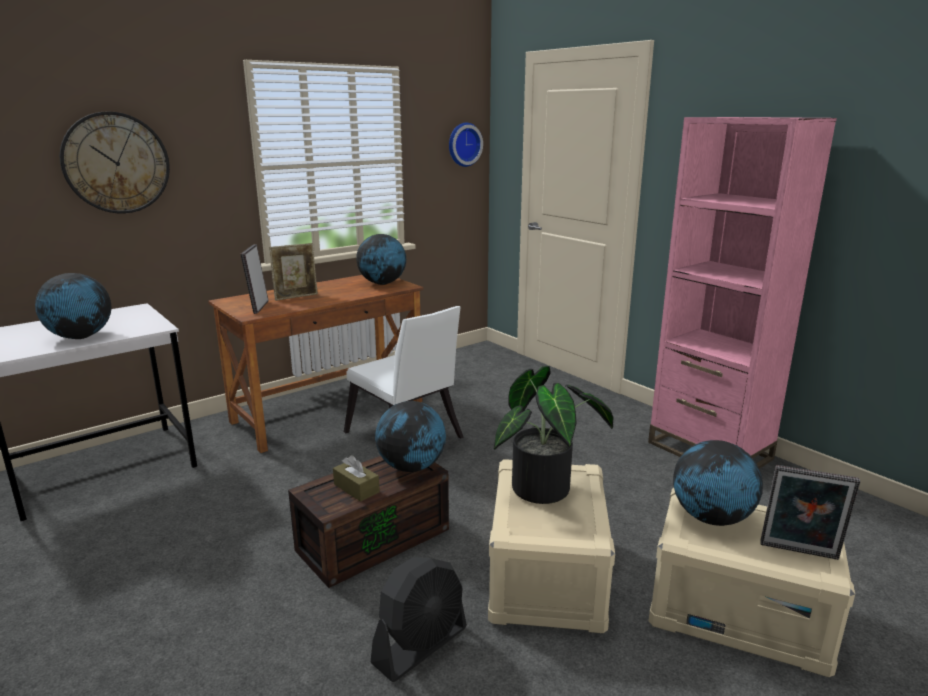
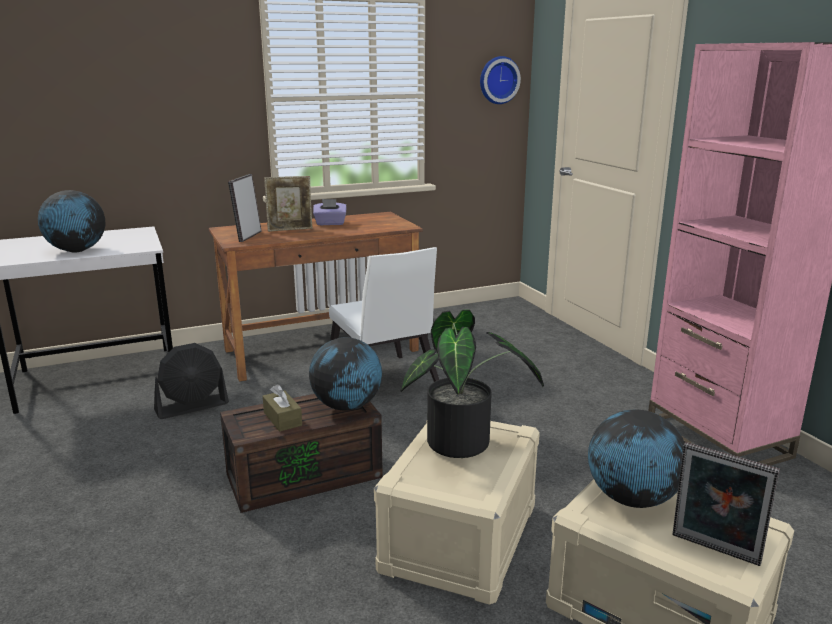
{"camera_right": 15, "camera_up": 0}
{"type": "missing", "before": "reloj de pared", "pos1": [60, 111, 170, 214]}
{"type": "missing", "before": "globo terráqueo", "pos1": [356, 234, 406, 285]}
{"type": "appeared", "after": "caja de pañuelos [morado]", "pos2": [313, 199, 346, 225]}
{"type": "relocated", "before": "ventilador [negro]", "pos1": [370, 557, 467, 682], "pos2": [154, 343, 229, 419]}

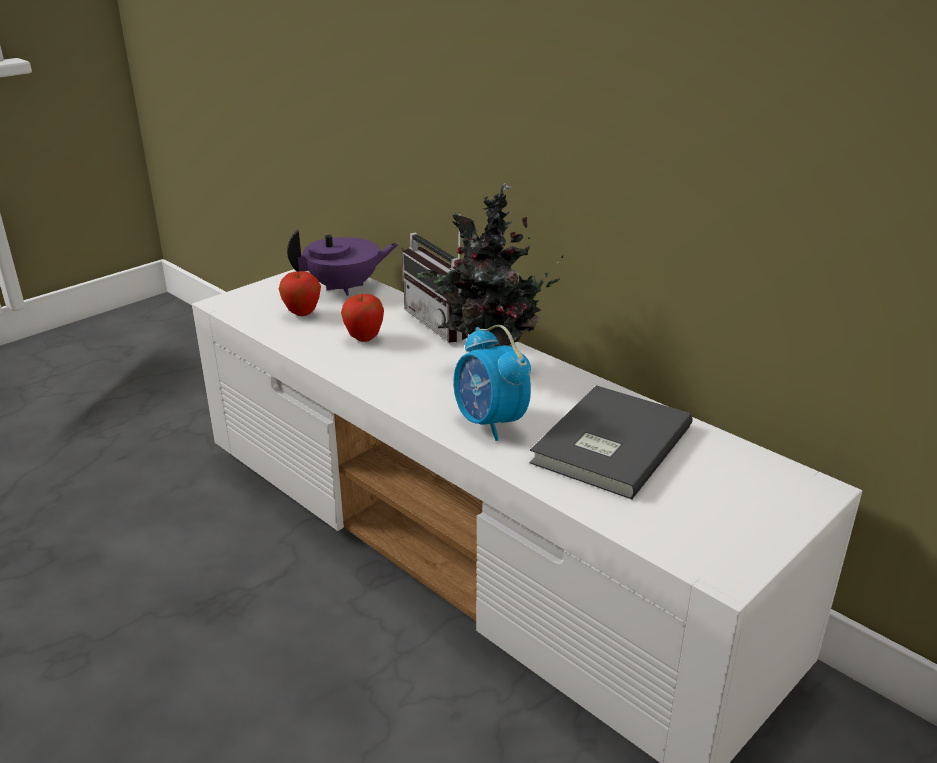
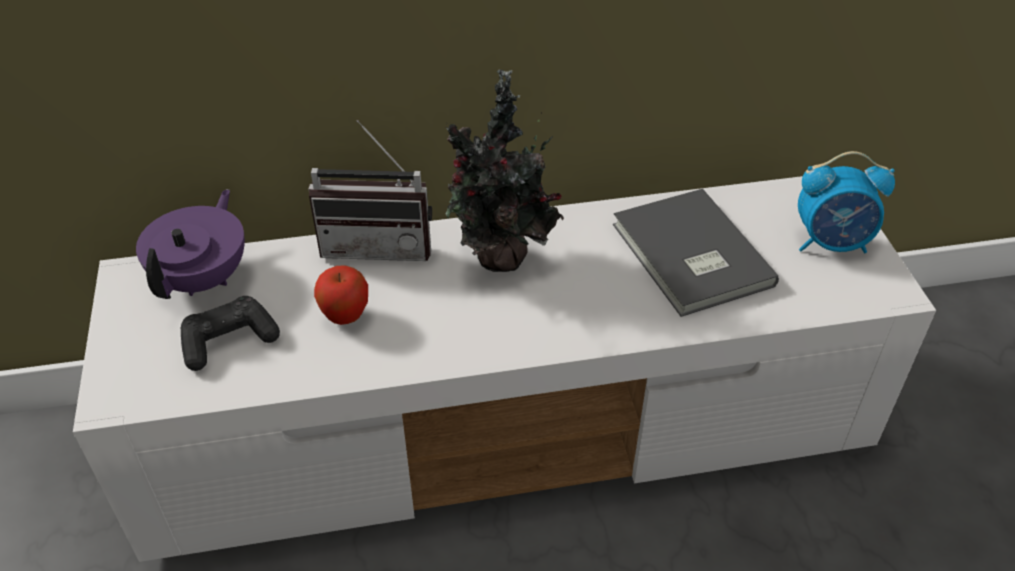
{"camera_right": -55, "camera_up": 15}
{"type": "relocated", "before": "despertador", "pos1": [454, 325, 531, 441], "pos2": [798, 151, 895, 253]}
{"type": "exchanged", "before": "manzana", "after": "mando de consola [negro]", "pos1": [279, 271, 321, 316], "pos2": [181, 296, 280, 371]}

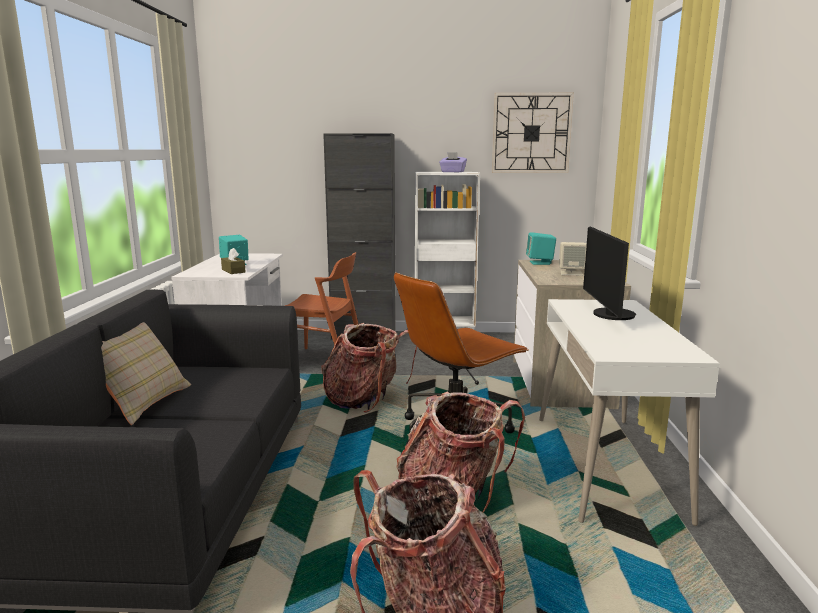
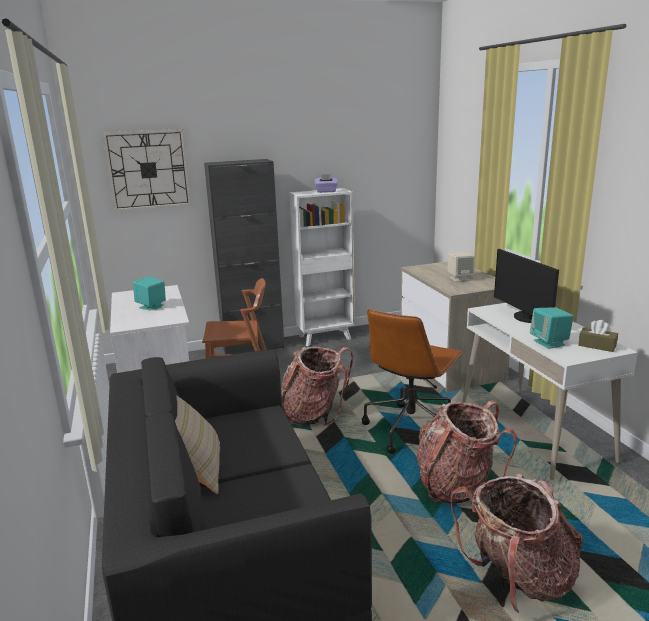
{"camera_right": -20, "camera_up": 5}
{"type": "relocated", "before": "caja de pañuelos [marrón]", "pos1": [221, 248, 245, 274], "pos2": [578, 319, 618, 352]}
{"type": "relocated", "before": "reloj de pared", "pos1": [492, 93, 574, 173], "pos2": [103, 129, 191, 212]}
{"type": "relocated", "before": "altavoz [turquesa]", "pos1": [526, 232, 556, 265], "pos2": [530, 307, 574, 349]}

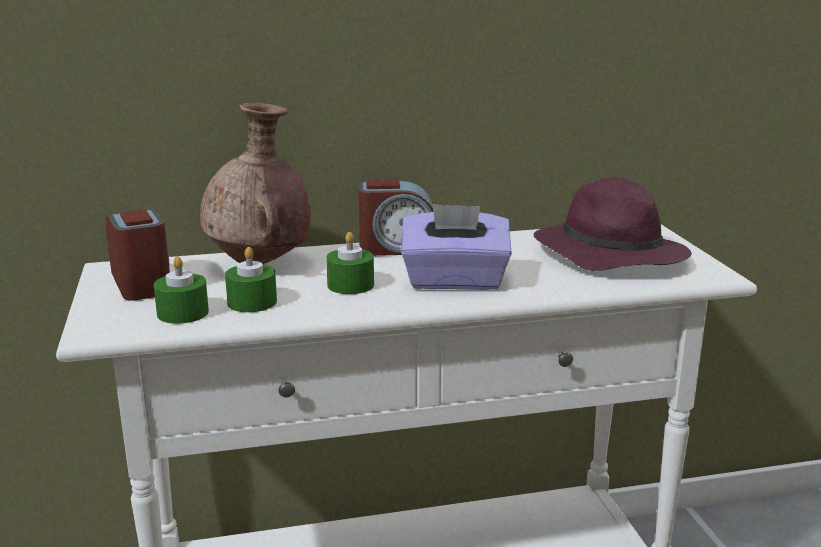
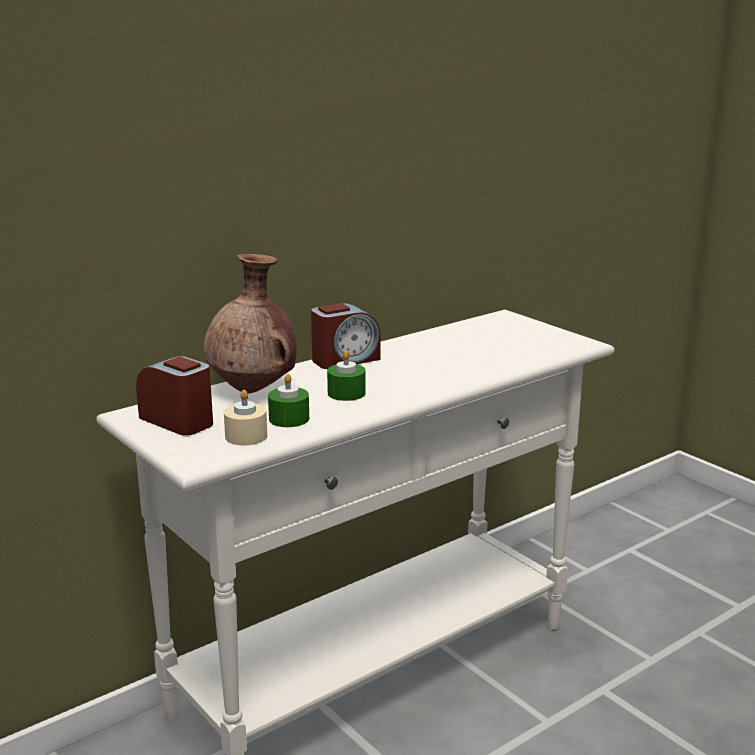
{"camera_right": -25, "camera_up": 0}
{"type": "missing", "before": "caja de pañuelos [morado]", "pos1": [401, 204, 512, 290]}
{"type": "missing", "before": "sombrero [morado]", "pos1": [534, 177, 692, 271]}
{"type": "colour", "before": "vela [verde]", "after": "vela [beis]", "pos1": [154, 256, 209, 324], "pos2": [224, 390, 267, 445]}

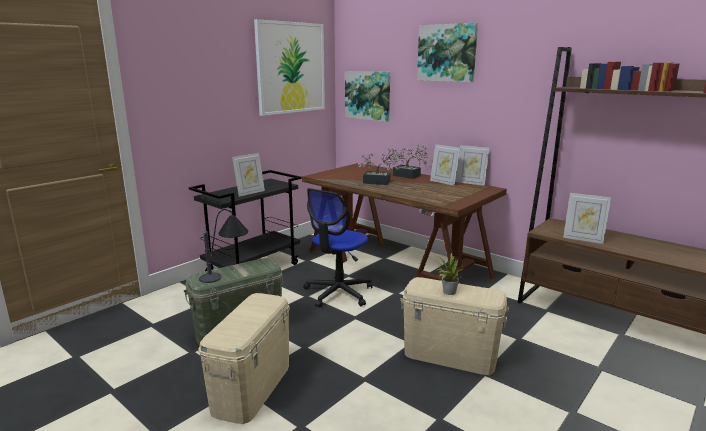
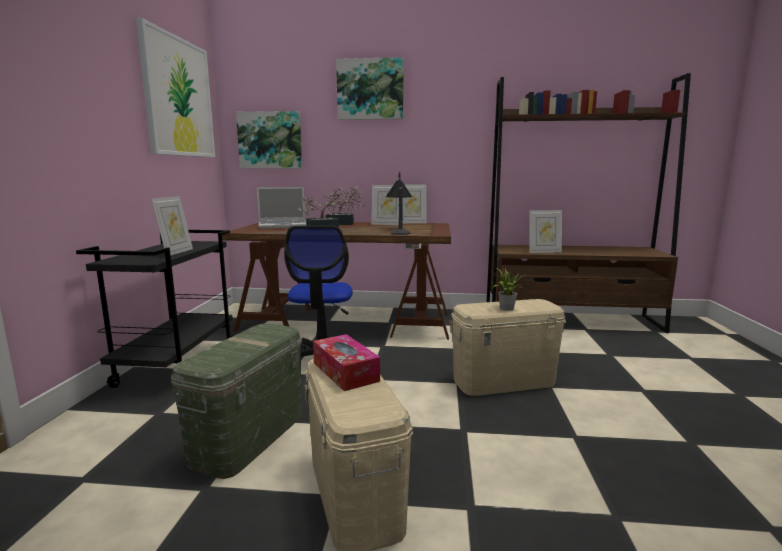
{"camera_right": -35, "camera_up": -5}
{"type": "appeared", "after": "portátil", "pos2": [257, 187, 306, 229]}
{"type": "appeared", "after": "caja de pañuelos", "pos2": [313, 334, 380, 391]}
{"type": "relocated", "before": "lámpara de mesa", "pos1": [199, 209, 248, 283], "pos2": [386, 172, 412, 235]}

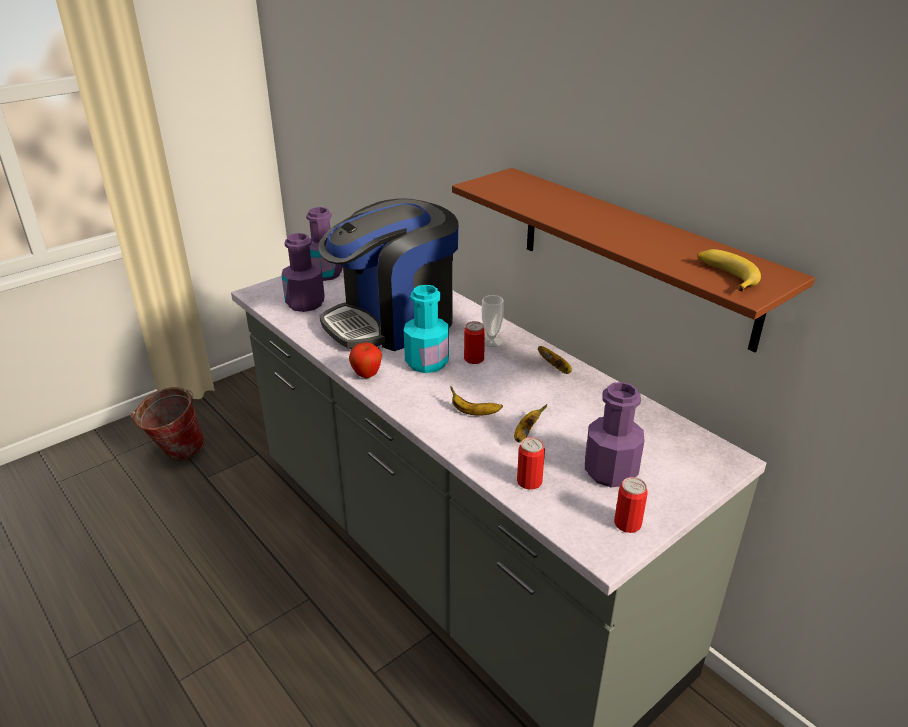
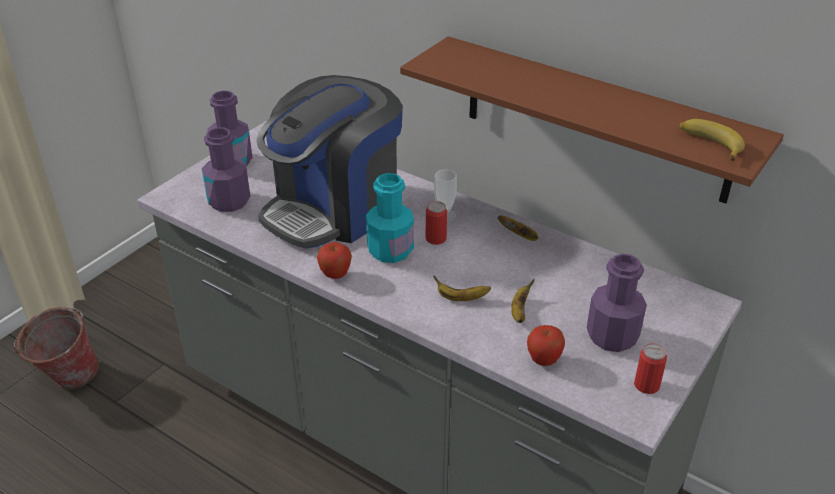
{"camera_right": -15, "camera_up": 5}
{"type": "exchanged", "before": "lata", "after": "manzana", "pos1": [517, 437, 545, 490], "pos2": [527, 325, 565, 366]}

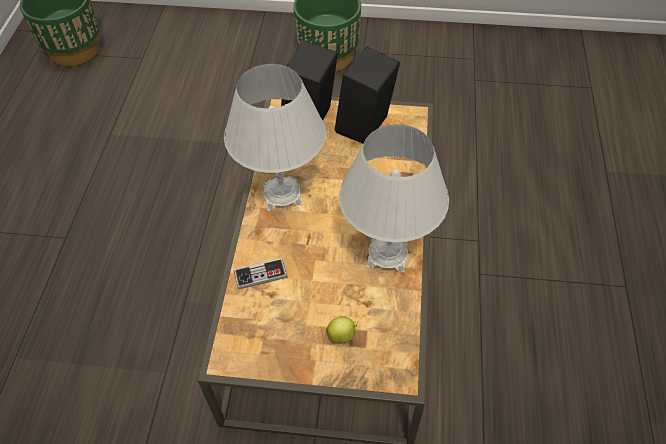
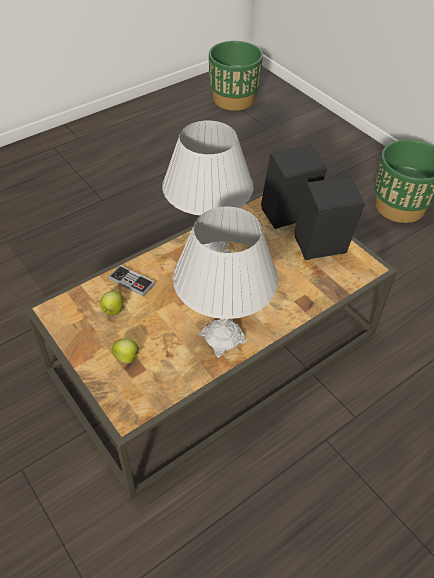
{"camera_right": 45, "camera_up": -5}
{"type": "appeared", "after": "manzana", "pos2": [100, 290, 123, 315]}

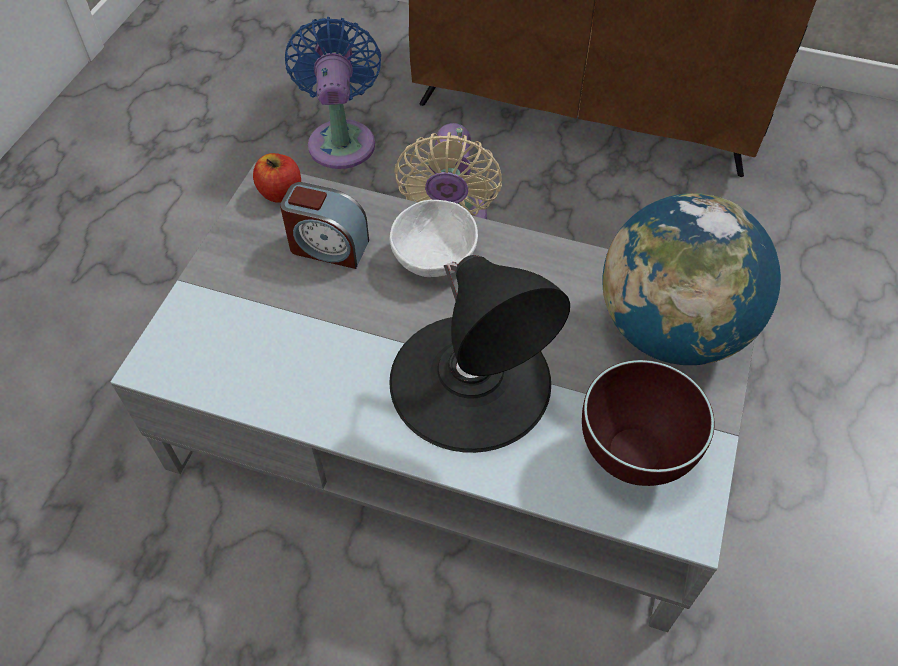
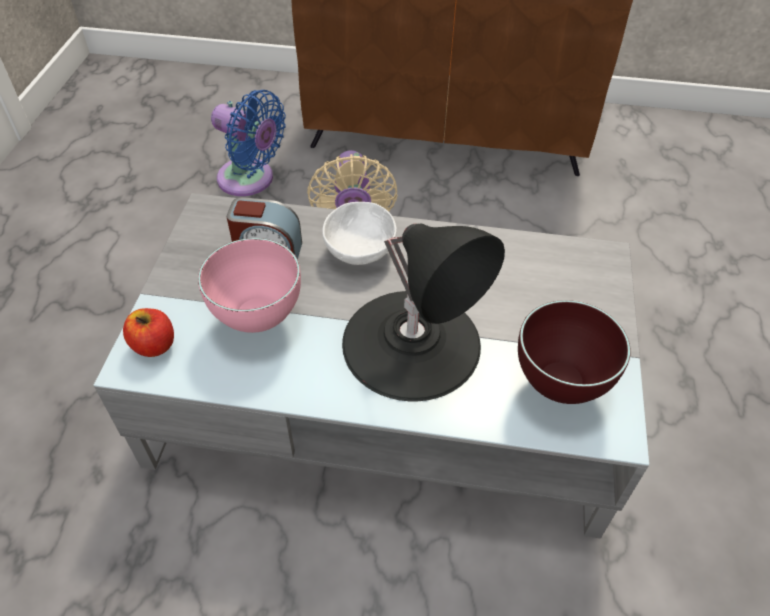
{"camera_right": -10, "camera_up": -5}
{"type": "missing", "before": "globo terráqueo", "pos1": [603, 193, 781, 365]}
{"type": "appeared", "after": "cuenco [rosa]", "pos2": [198, 238, 301, 333]}
{"type": "relocated", "before": "manzana", "pos1": [253, 153, 301, 203], "pos2": [123, 308, 174, 357]}
{"type": "spun", "before": "ventilador [azul]", "pos1": [285, 17, 381, 169], "pos2": [211, 90, 286, 196], "turn": 135}

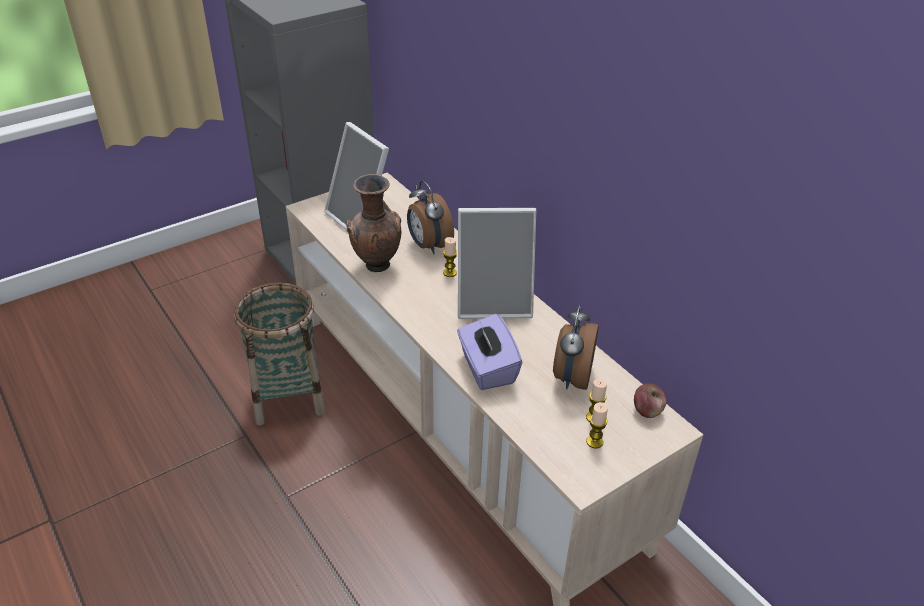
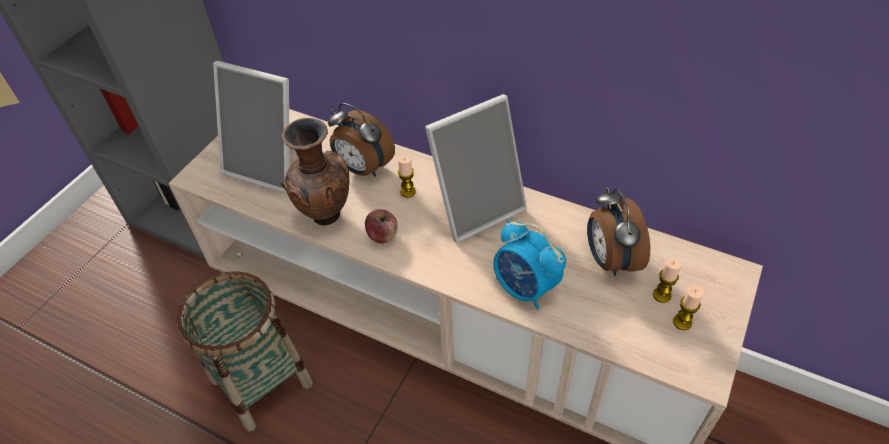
{"camera_right": -25, "camera_up": 10}
{"type": "relocated", "before": "manzana", "pos1": [634, 383, 667, 418], "pos2": [365, 209, 398, 243]}
{"type": "exchanged", "before": "caja de pañuelos [morado]", "after": "despertador", "pos1": [457, 314, 523, 390], "pos2": [493, 220, 566, 310]}

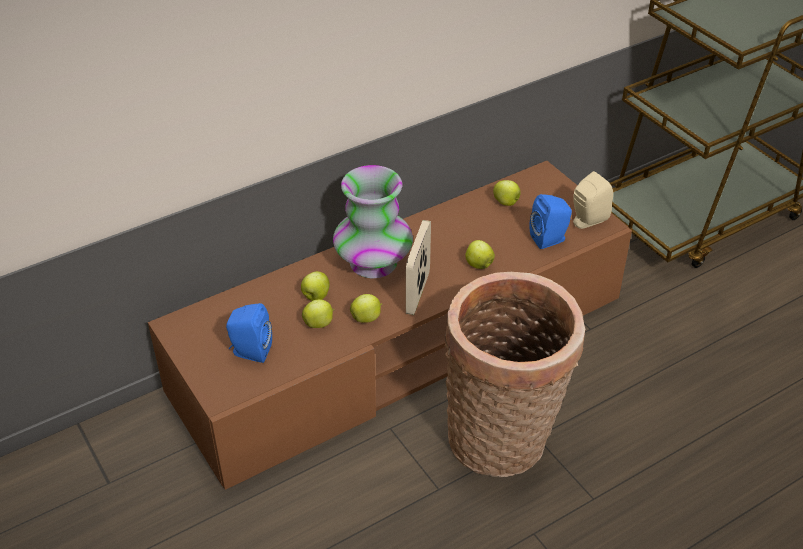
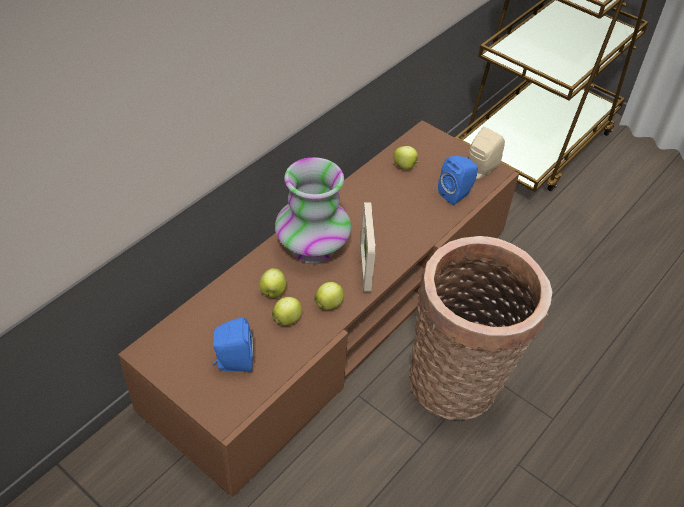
{"camera_right": -20, "camera_up": 5}
{"type": "missing", "before": "manzana", "pos1": [465, 240, 495, 269]}

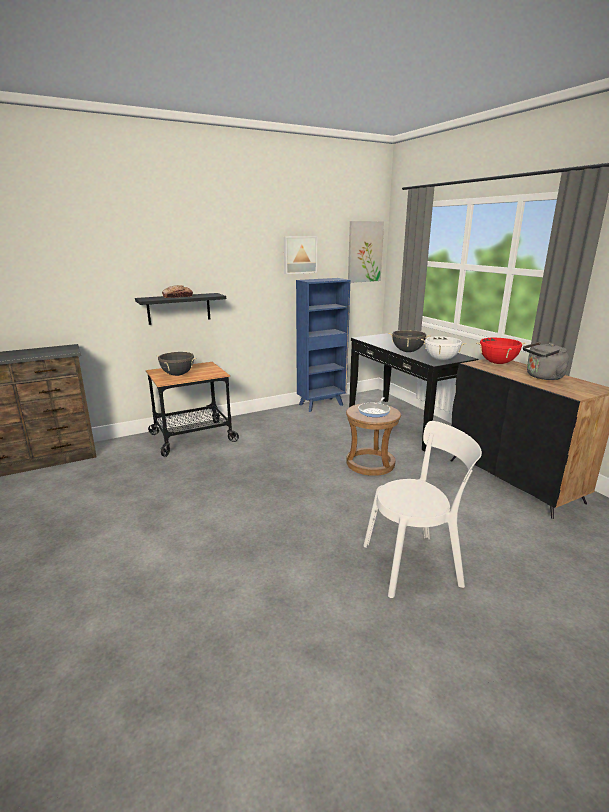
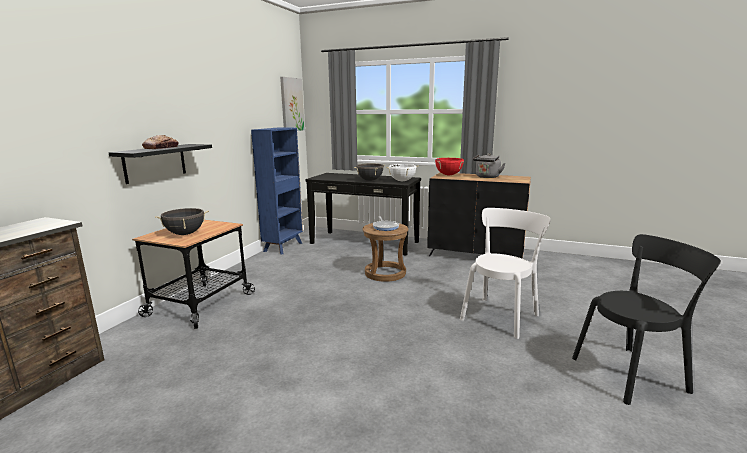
{"camera_right": -40, "camera_up": -5}
{"type": "missing", "before": "cuadro", "pos1": [284, 236, 317, 274]}
{"type": "appeared", "after": "silla [negro]", "pos2": [572, 234, 721, 405]}

